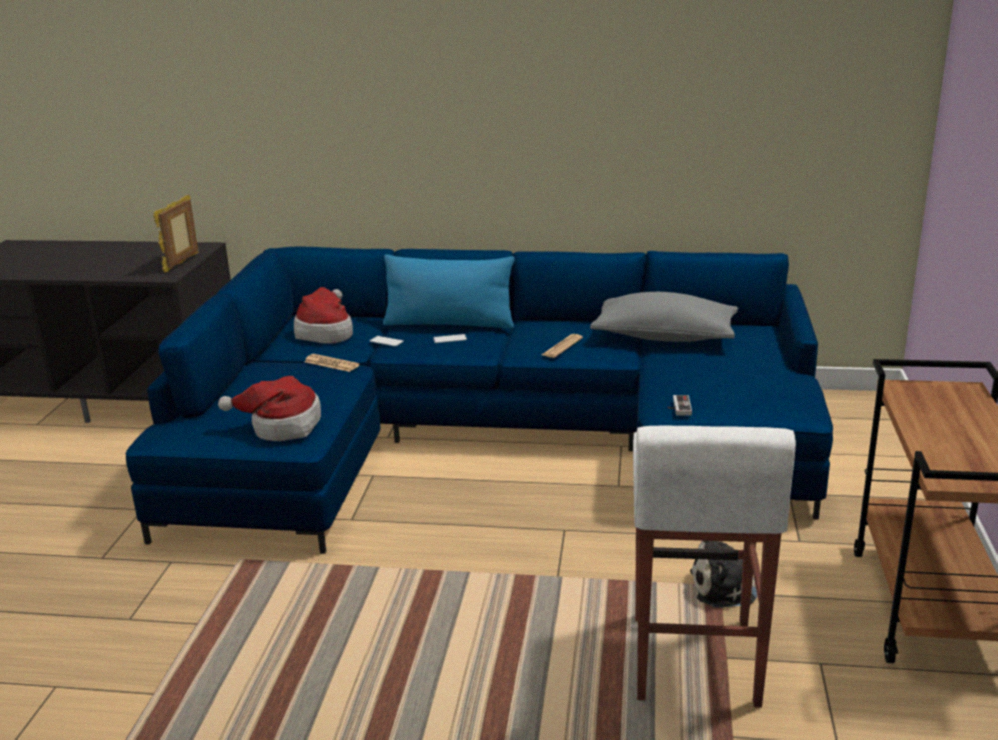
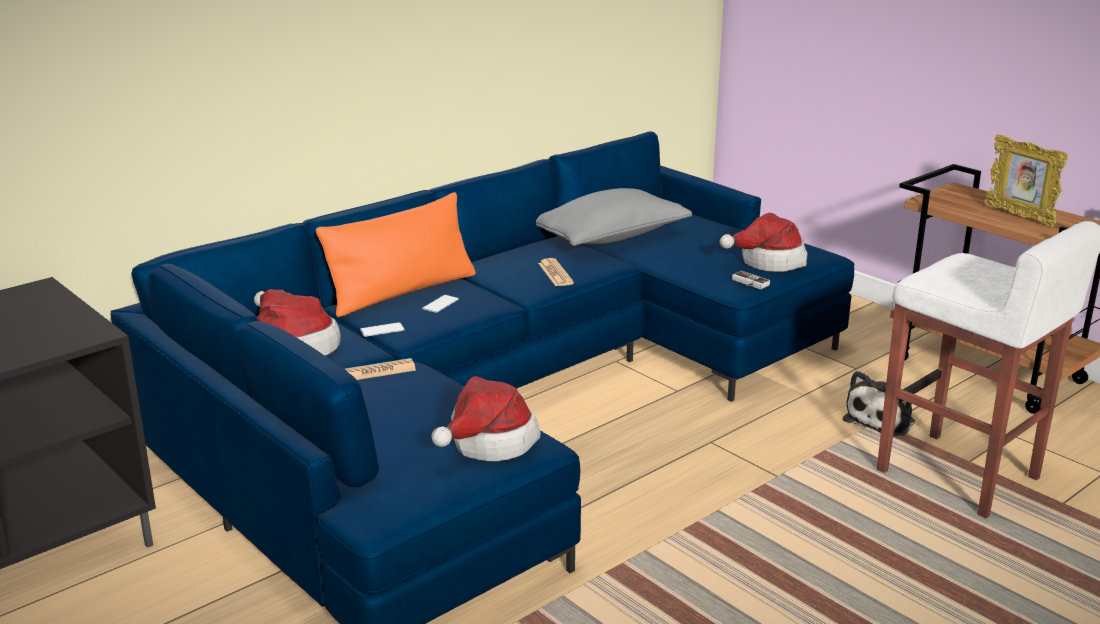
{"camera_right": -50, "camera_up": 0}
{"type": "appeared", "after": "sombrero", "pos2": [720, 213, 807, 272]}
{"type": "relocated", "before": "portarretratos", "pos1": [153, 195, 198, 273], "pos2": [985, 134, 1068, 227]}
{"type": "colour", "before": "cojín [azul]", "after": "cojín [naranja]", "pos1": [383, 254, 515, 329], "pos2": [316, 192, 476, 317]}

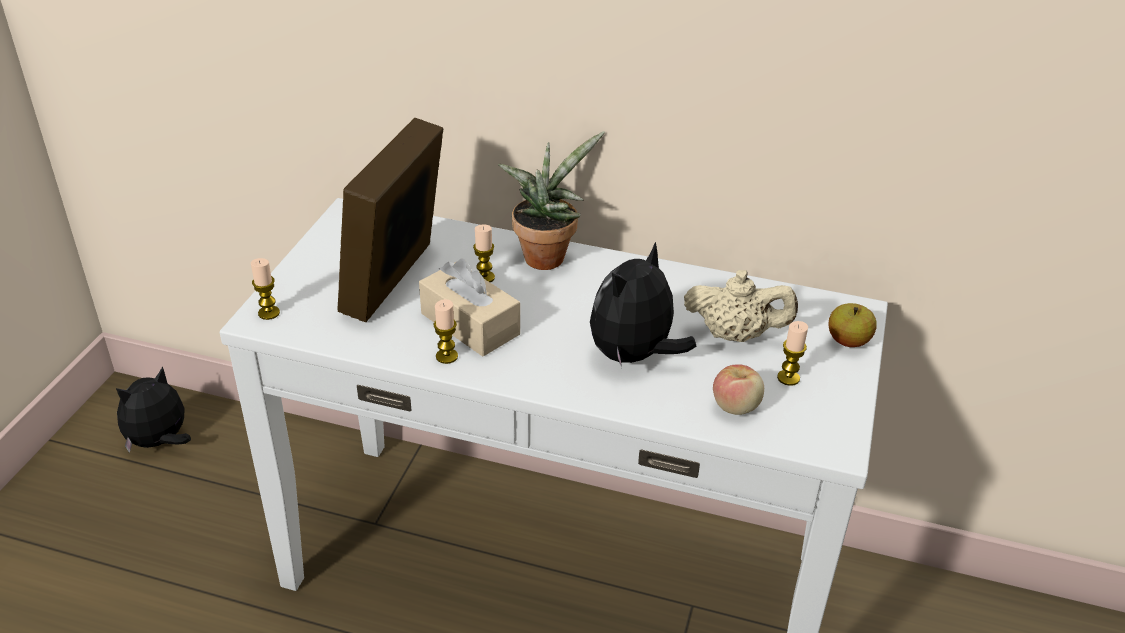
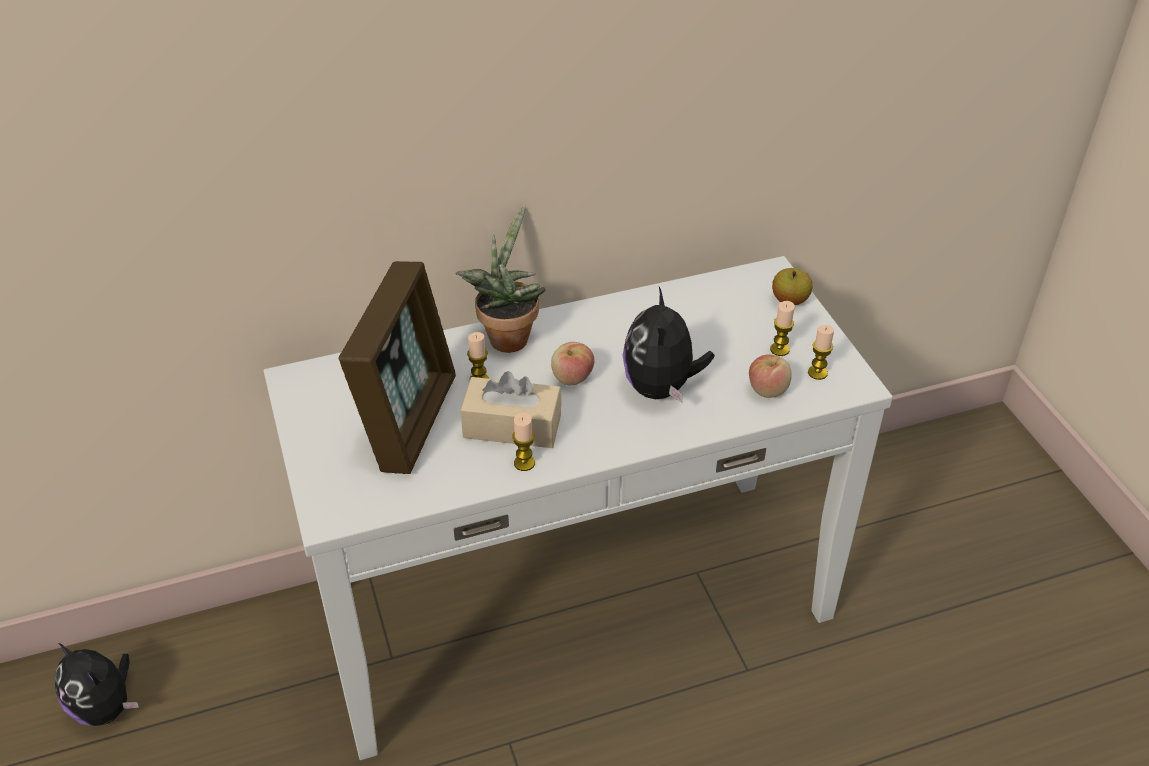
{"camera_right": -35, "camera_up": 5}
{"type": "missing", "before": "tetera [beis]", "pos1": [684, 270, 798, 342]}
{"type": "appeared", "after": "manzana", "pos2": [551, 342, 594, 385]}
{"type": "relocated", "before": "vela", "pos1": [251, 258, 280, 320], "pos2": [808, 325, 834, 380]}
{"type": "spun", "before": "peluche", "pos1": [116, 366, 191, 453], "pos2": [55, 643, 139, 726], "turn": -60}
{"type": "spun", "before": "portarretratos", "pos1": [337, 118, 443, 322], "pos2": [339, 261, 456, 474], "turn": -150}

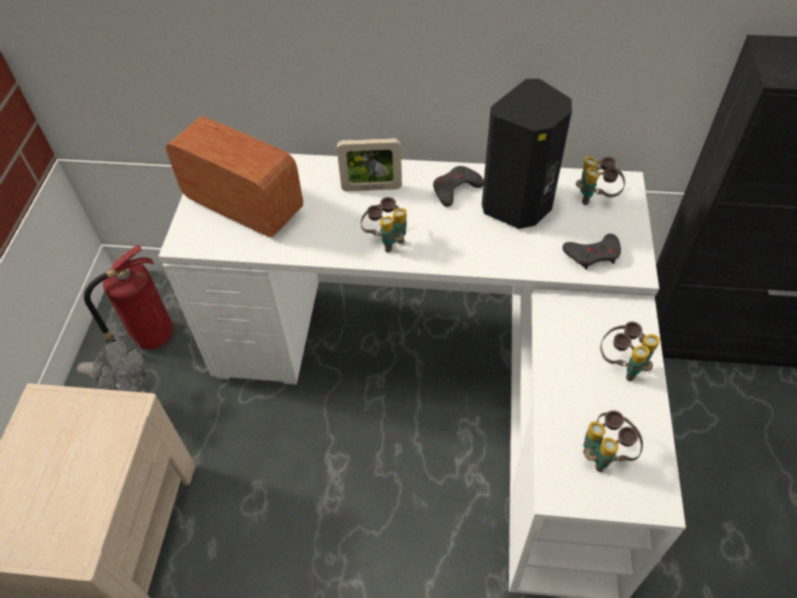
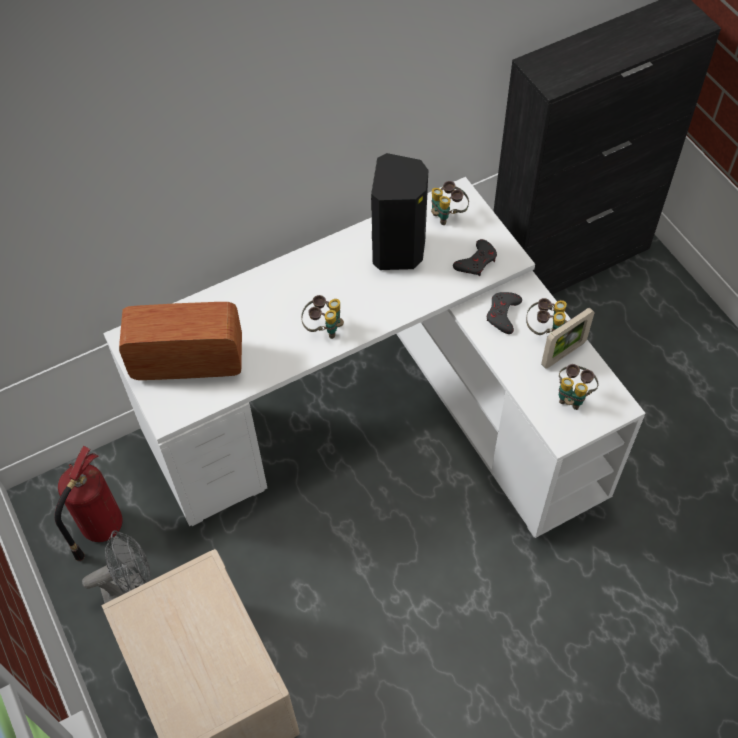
{"camera_right": -35, "camera_up": 5}
{"type": "relocated", "before": "portarretratos", "pos1": [337, 138, 402, 191], "pos2": [541, 308, 594, 369]}
{"type": "relocated", "before": "mando de consola [gris]", "pos1": [433, 166, 484, 207], "pos2": [487, 292, 522, 334]}

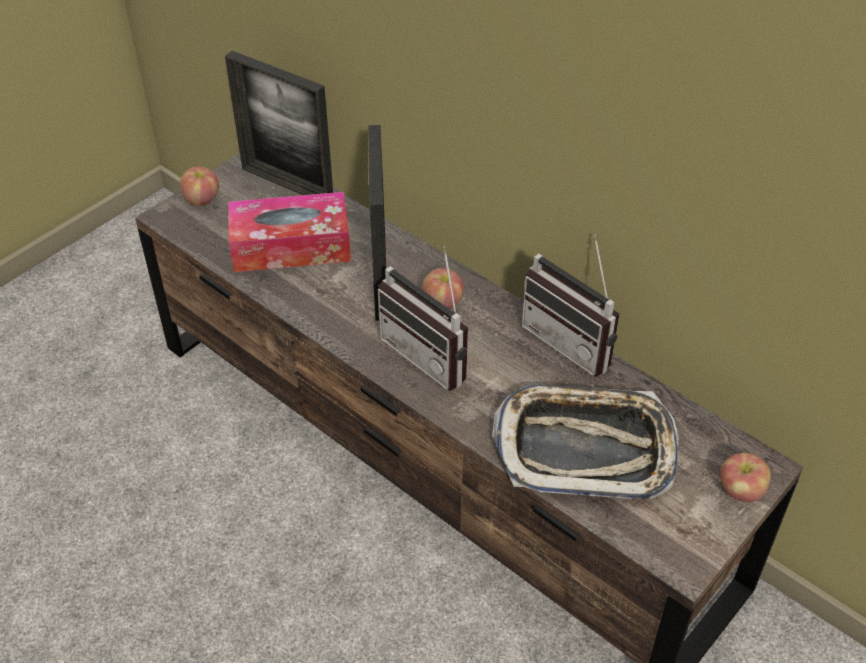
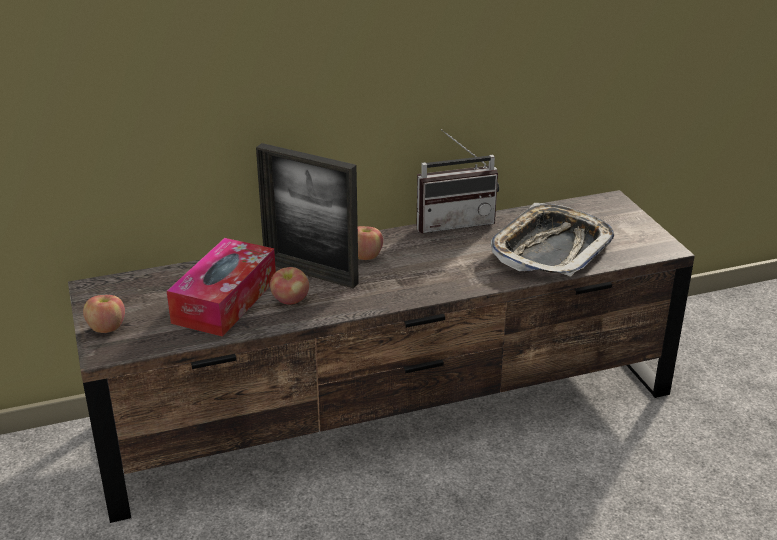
{"camera_right": -60, "camera_up": -15}
{"type": "missing", "before": "portarretratos", "pos1": [225, 51, 333, 195]}
{"type": "missing", "before": "radio", "pos1": [378, 246, 468, 391]}
{"type": "relocated", "before": "manzana", "pos1": [720, 453, 771, 502], "pos2": [270, 267, 309, 305]}

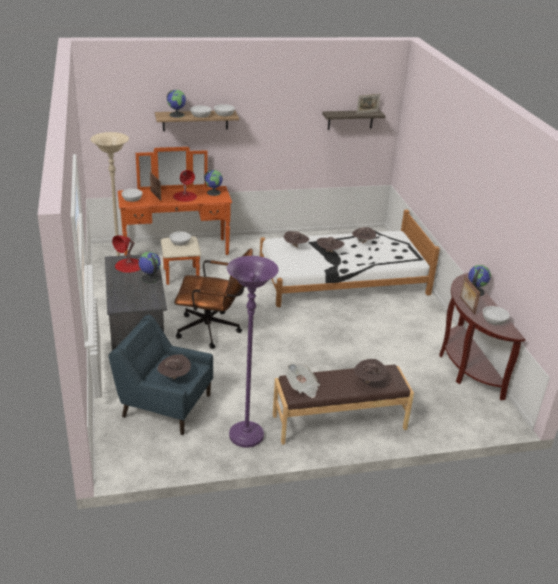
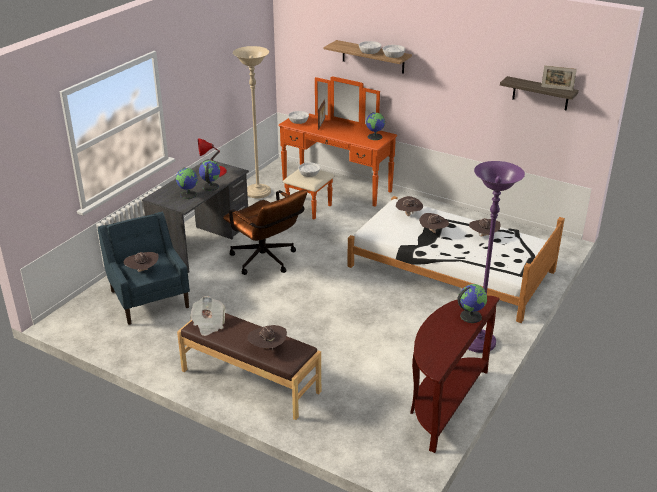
{"camera_right": 45, "camera_up": 0}
{"type": "missing", "before": "lámpara de mesa [rojo]", "pos1": [173, 170, 197, 202]}
{"type": "missing", "before": "portarretratos", "pos1": [460, 276, 480, 315]}
{"type": "missing", "before": "cuenco [blanco]", "pos1": [483, 306, 510, 325]}
{"type": "relocated", "before": "globo terráqueo", "pos1": [167, 90, 186, 118], "pos2": [176, 168, 198, 199]}
{"type": "relocated", "before": "lámpara de pie [morado]", "pos1": [227, 256, 279, 448], "pos2": [468, 161, 525, 353]}

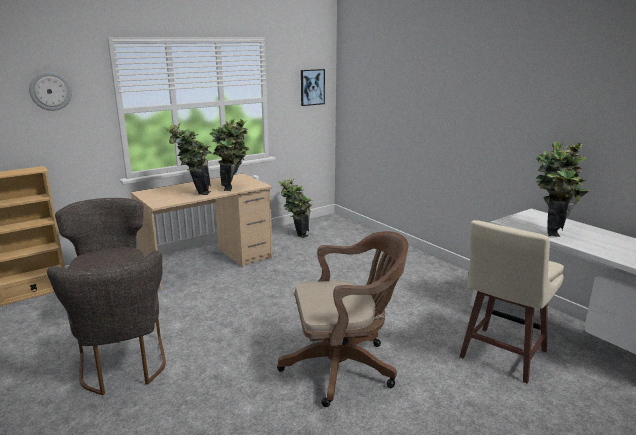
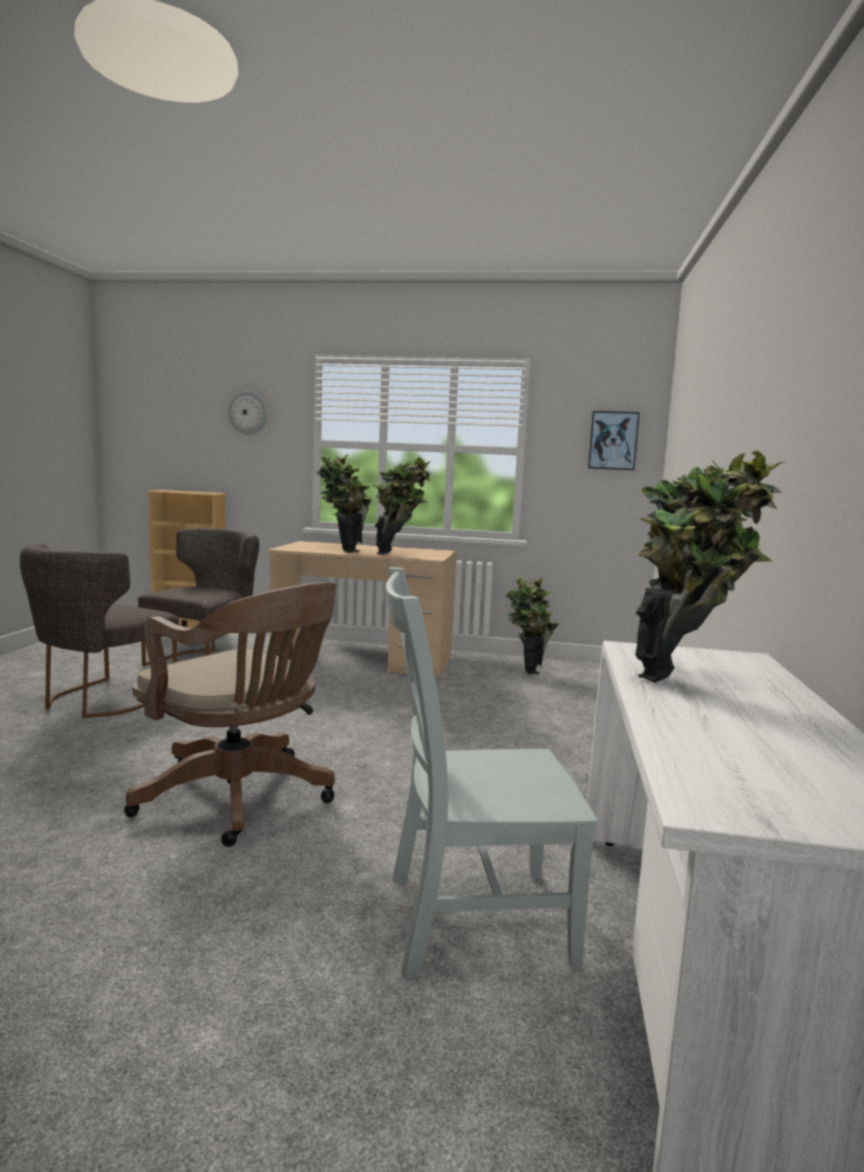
{"camera_right": 45, "camera_up": -10}
{"type": "exchanged", "before": "taburete [beis]", "after": "silla [gris]", "pos1": [459, 220, 564, 384], "pos2": [386, 567, 598, 979]}

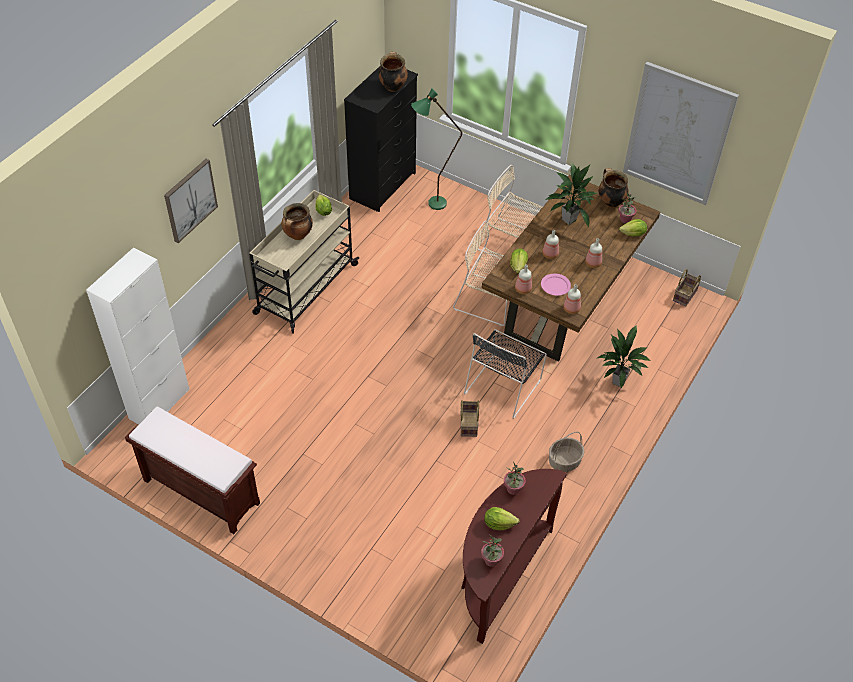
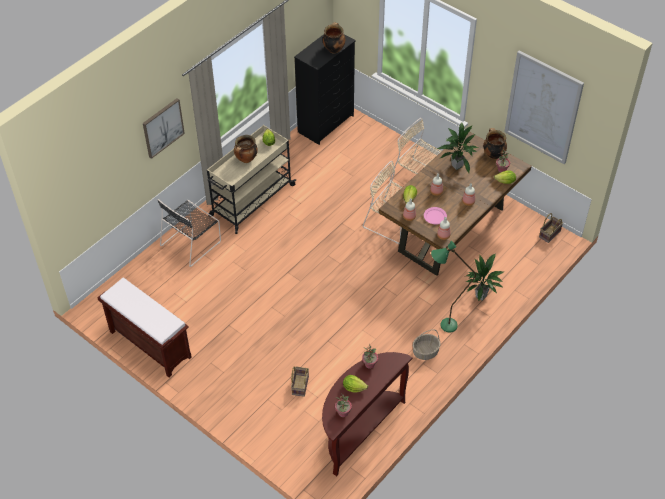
{"camera_right": 10, "camera_up": 0}
{"type": "missing", "before": "armario [blanco]", "pos1": [86, 247, 190, 425]}
{"type": "relocated", "before": "lámpara de pie [verde]", "pos1": [411, 89, 462, 210], "pos2": [431, 241, 476, 333]}
{"type": "relocated", "before": "cesta", "pos1": [461, 400, 479, 437], "pos2": [291, 367, 309, 397]}
{"type": "relocated", "before": "silla [negro]", "pos1": [464, 329, 547, 419], "pos2": [158, 199, 221, 267]}

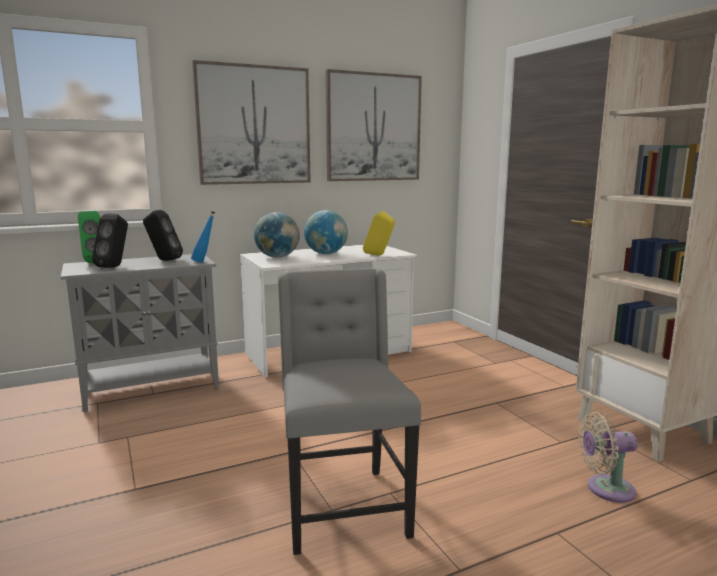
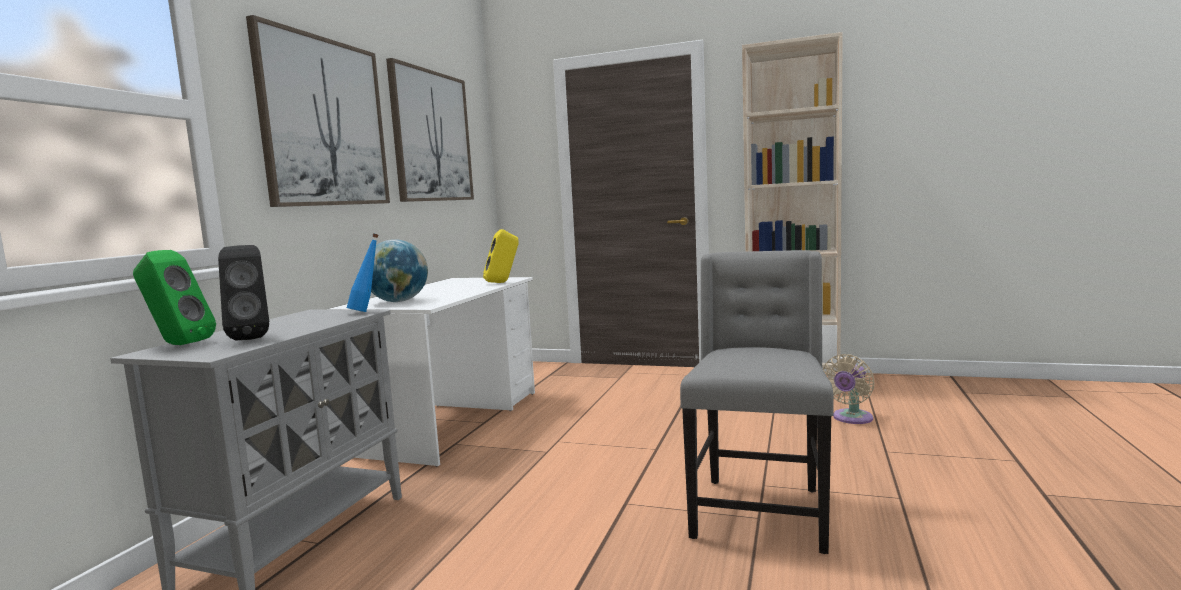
{"camera_right": -45, "camera_up": -5}
{"type": "missing", "before": "altavoz [negro]", "pos1": [143, 210, 183, 261]}
{"type": "missing", "before": "globo terráqueo", "pos1": [304, 210, 348, 254]}
{"type": "spun", "before": "silla [gris]", "pos1": [278, 268, 421, 555], "pos2": [680, 250, 834, 554], "turn": 75}

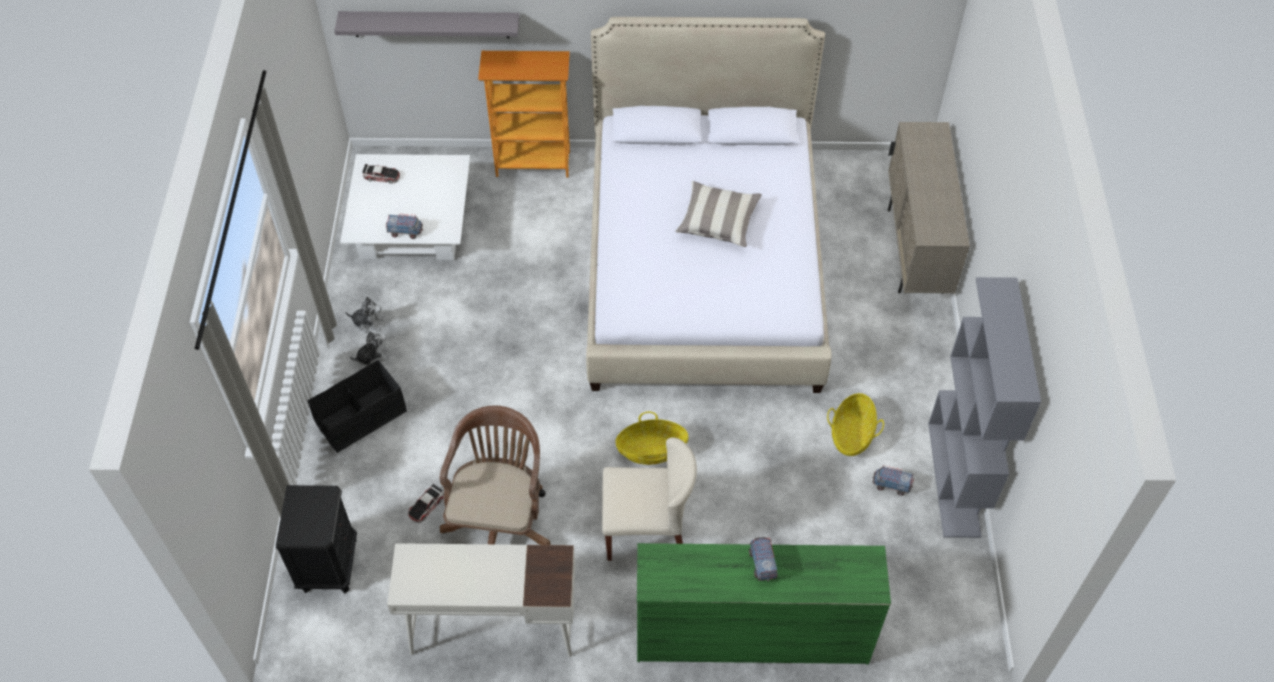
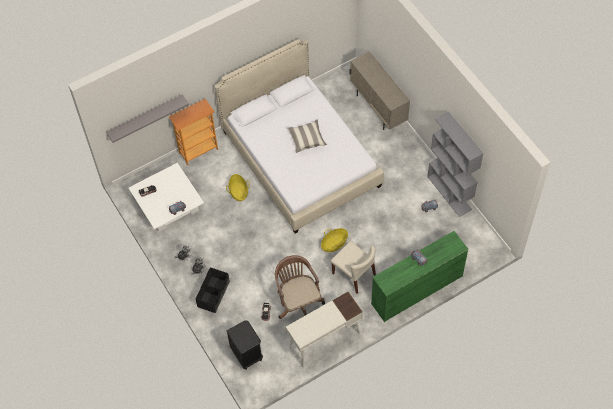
{"camera_right": -30, "camera_up": 5}
{"type": "relocated", "before": "cesta", "pos1": [827, 393, 884, 456], "pos2": [226, 174, 250, 201]}
{"type": "spun", "before": "silla [beis]", "pos1": [602, 437, 697, 561], "pos2": [331, 241, 376, 294], "turn": 75}

